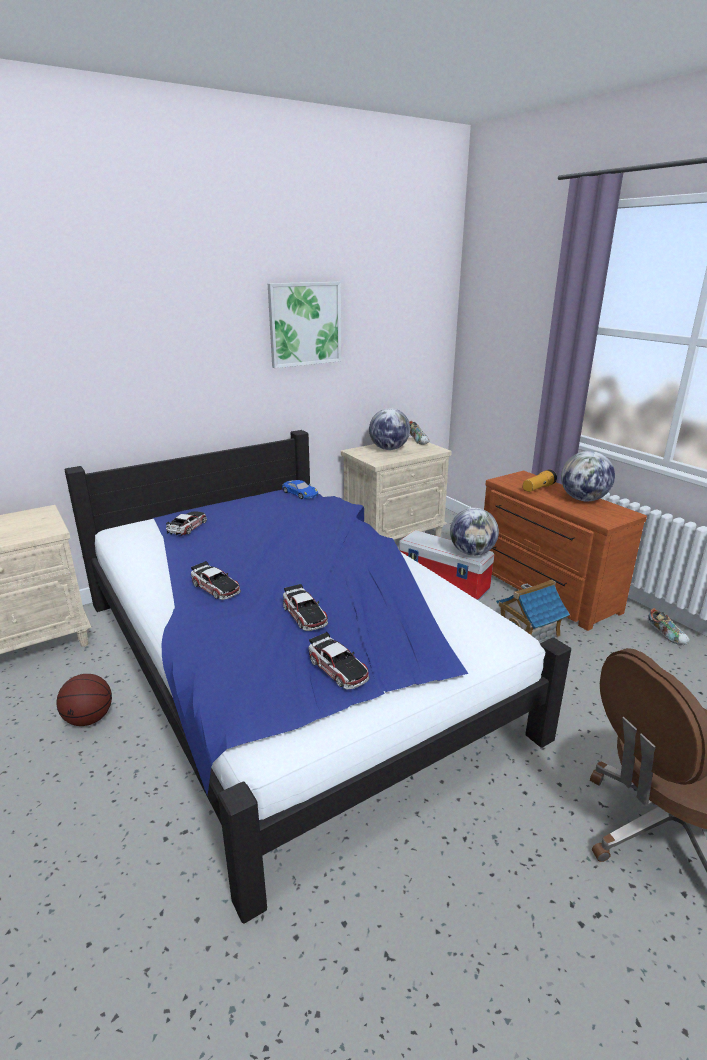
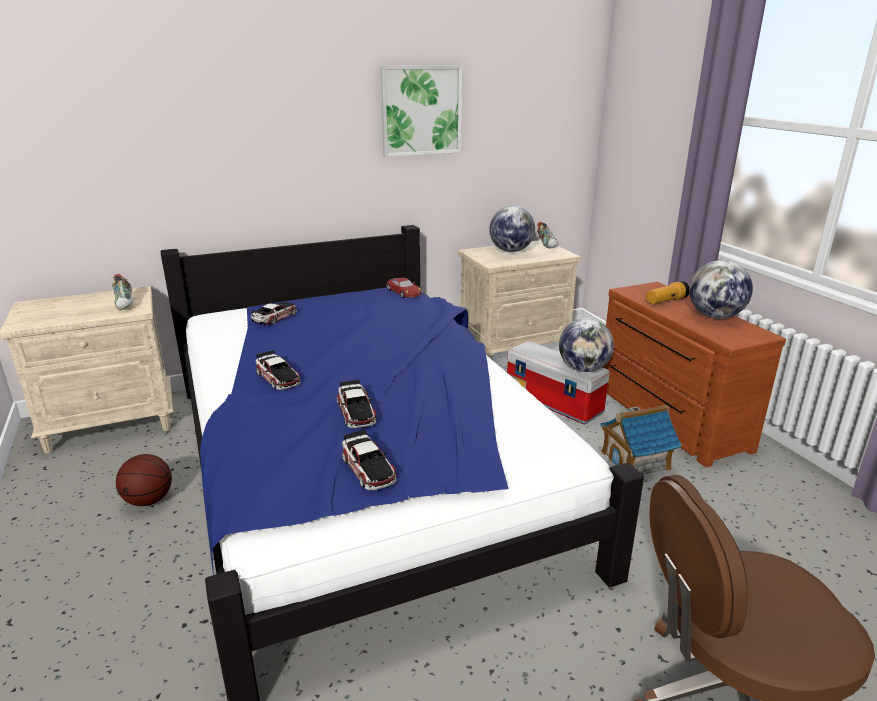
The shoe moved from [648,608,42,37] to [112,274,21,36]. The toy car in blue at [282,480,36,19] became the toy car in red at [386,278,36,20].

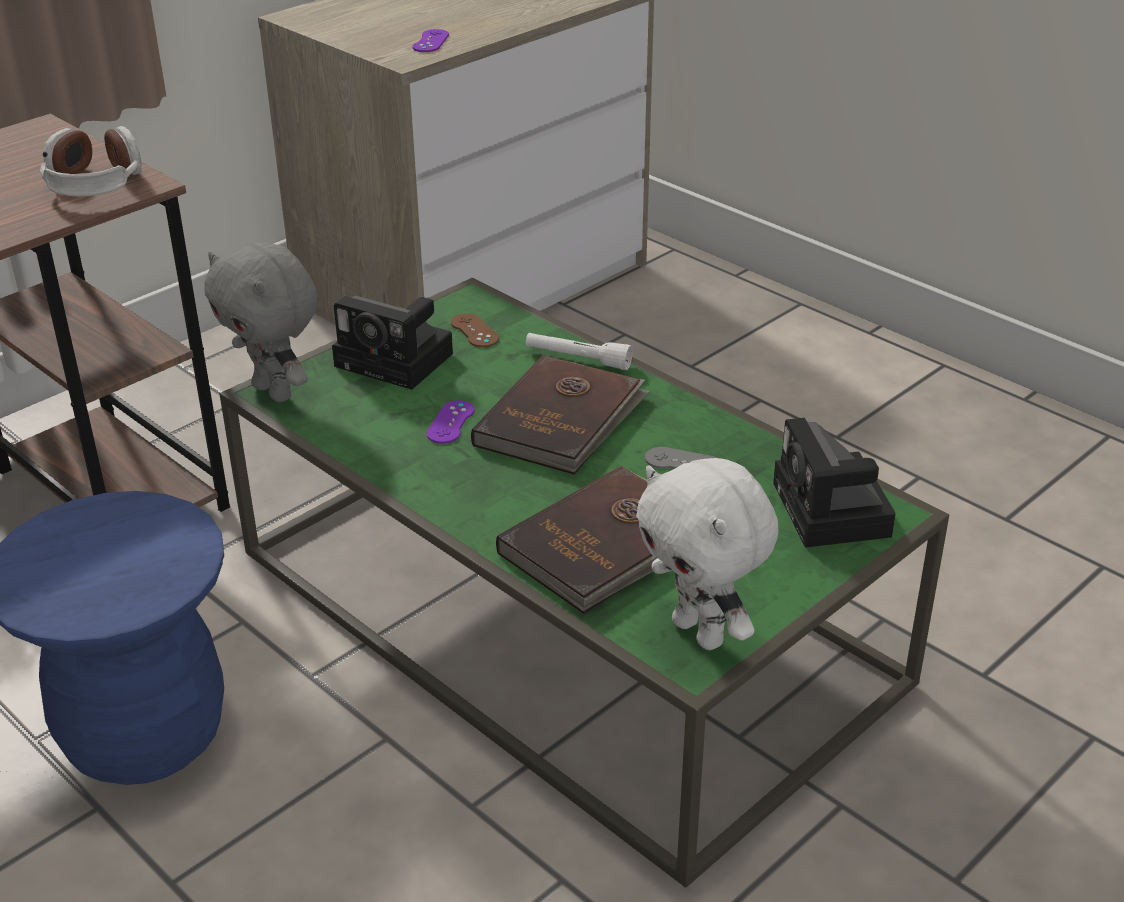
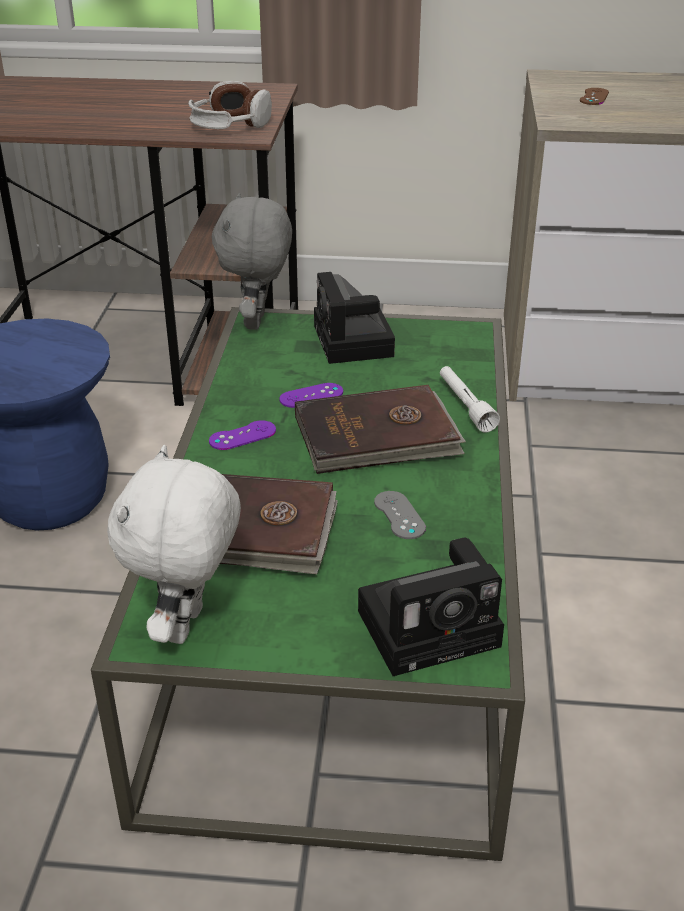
The game controller in purple moved from [412,29,37,23] to [209,420,67,30]. The game controller in brown moved from [451,313,48,34] to [580,88,29,17]. The photo camera at [773,418,122,130] turned 150 degrees counterclockwise.

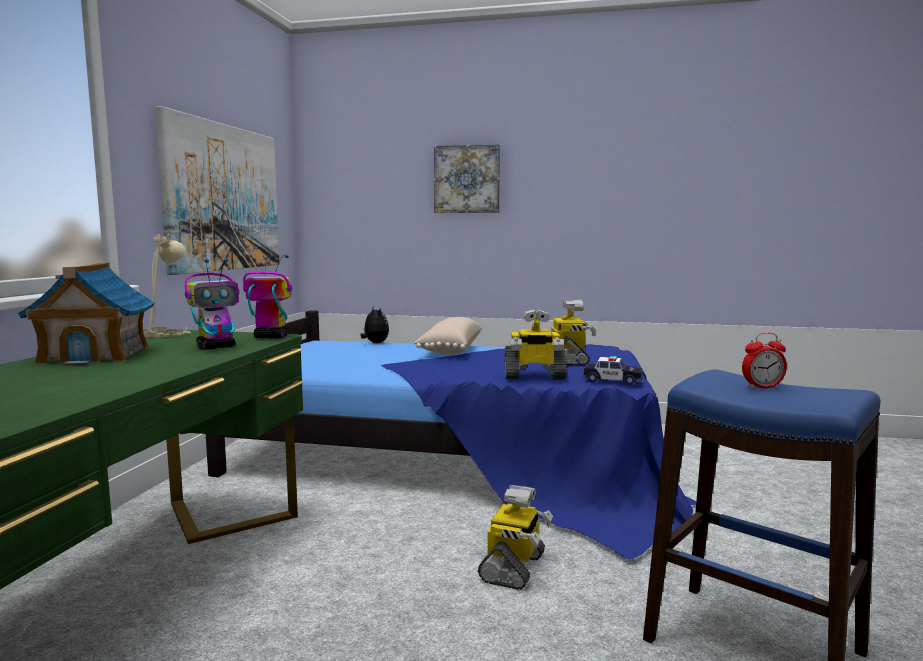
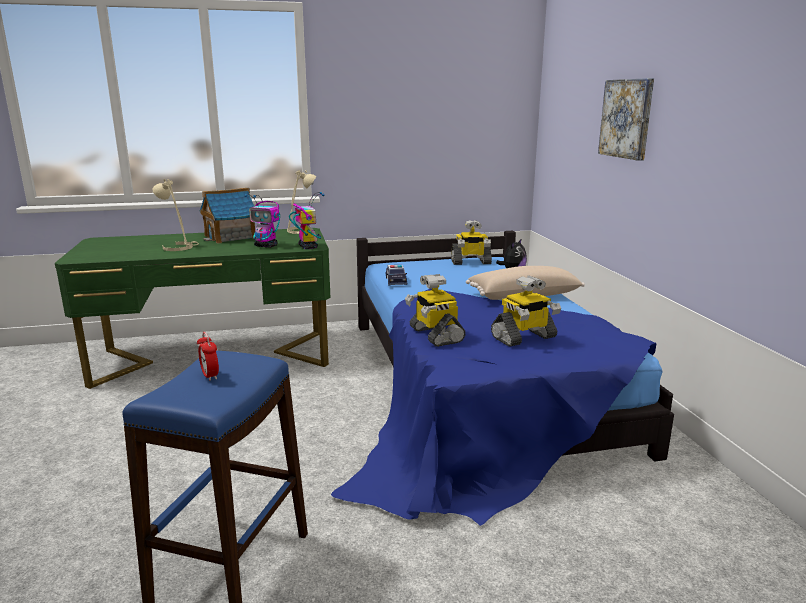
The picture at [155,106,124,169] disappeared. The table lamp in beige at [153,179,46,72] appeared. The toy robot moved from [478,485,75,105] to [451,220,41,45]. The toy car moved from [582,356,61,29] to [385,265,22,20].

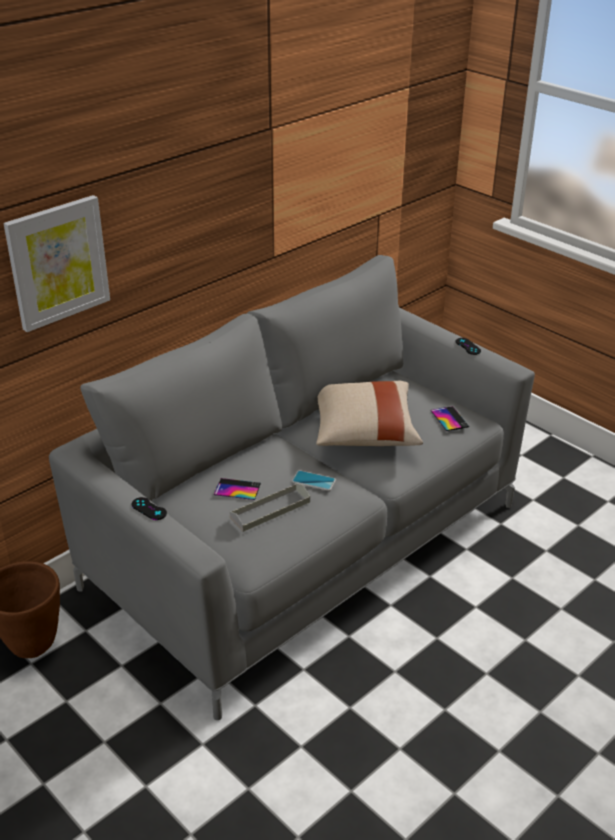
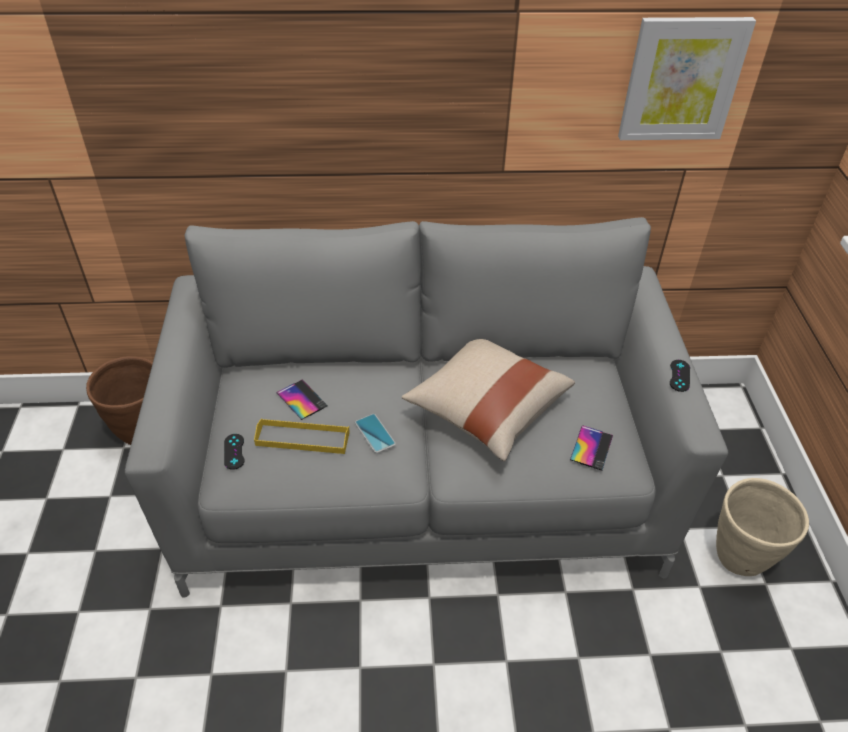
The planter in beige at [716,478,93,98] appeared. The picture moved from [3,195,107,137] to [618,17,138,123]. The game controller in black moved from [131,497,36,23] to [224,434,21,36]. The tray in grey at [230,483,80,49] became the tray in yellow at [254,418,96,36].

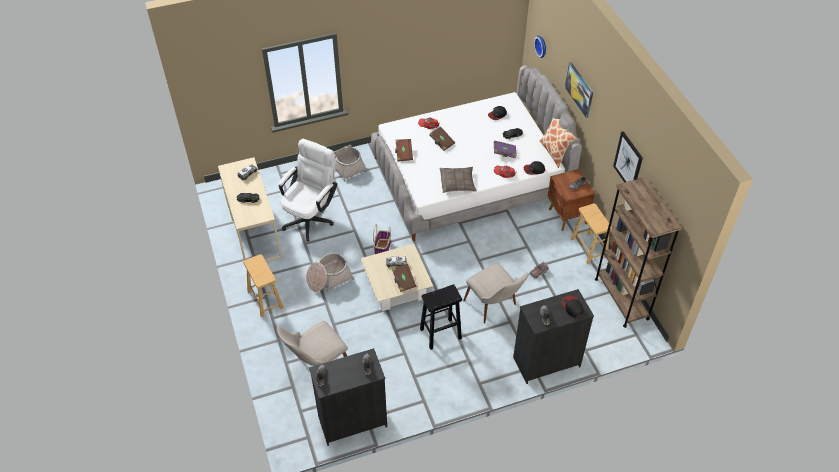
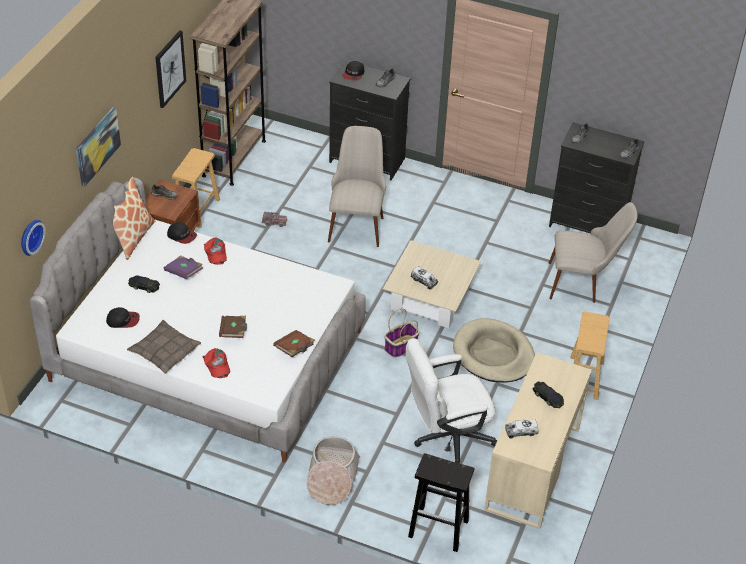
The book in brown at [392,264,24,28] disappeared. The stool in black moved from [420,284,42,66] to [408,453,66,99]. The pillow moved from [440,167,37,26] to [127,320,74,54]. The basket at [306,253,48,40] was replaced by the dog bed in beige at [453,318,82,65].

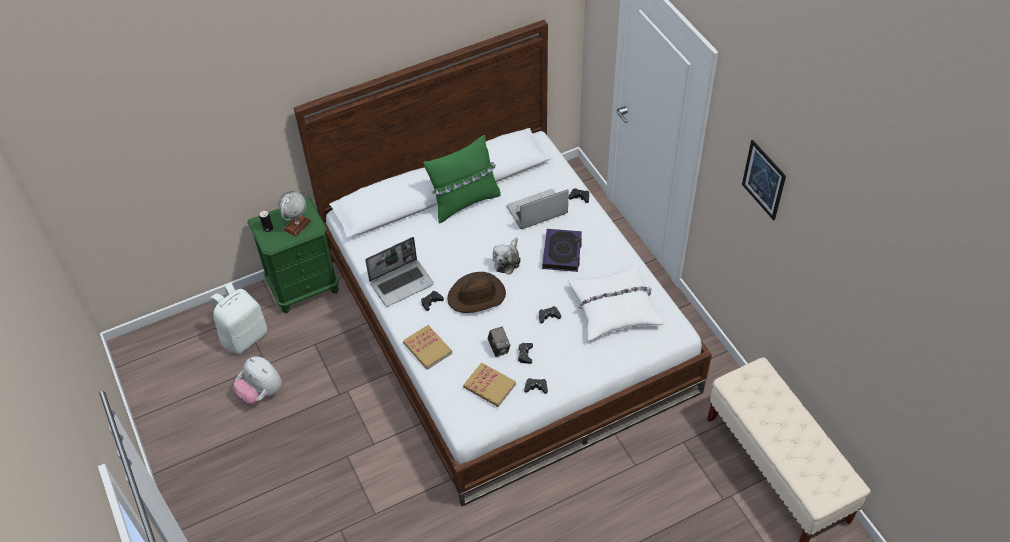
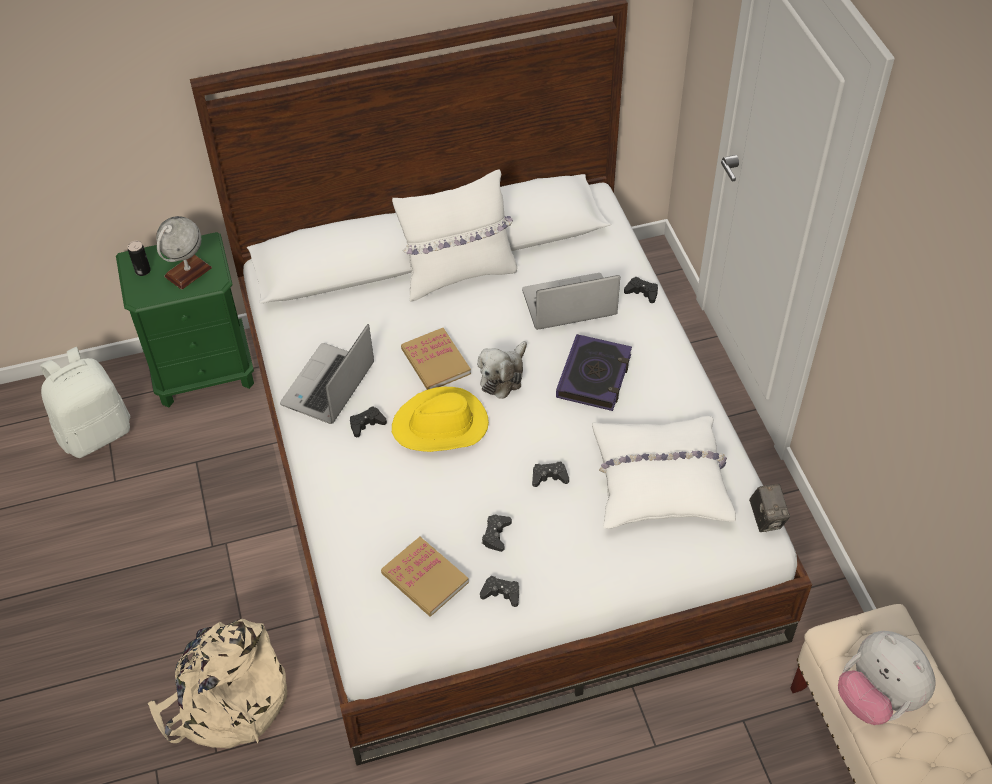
The picture at [742,140,44,81] disappeared. The backpack in beige at [148,619,139,129] appeared. The plush toy moved from [233,356,49,49] to [838,631,98,94]. The book moved from [403,325,49,45] to [401,328,70,62]. The photo camera moved from [488,327,22,30] to [749,484,41,48]. The pillow in green at [423,135,78,88] became the pillow in white at [392,170,125,132]. The hat in brown at [447,272,59,41] became the hat in yellow at [392,387,97,65]. The laptop at [365,237,69,70] turned 135 degrees clockwise.

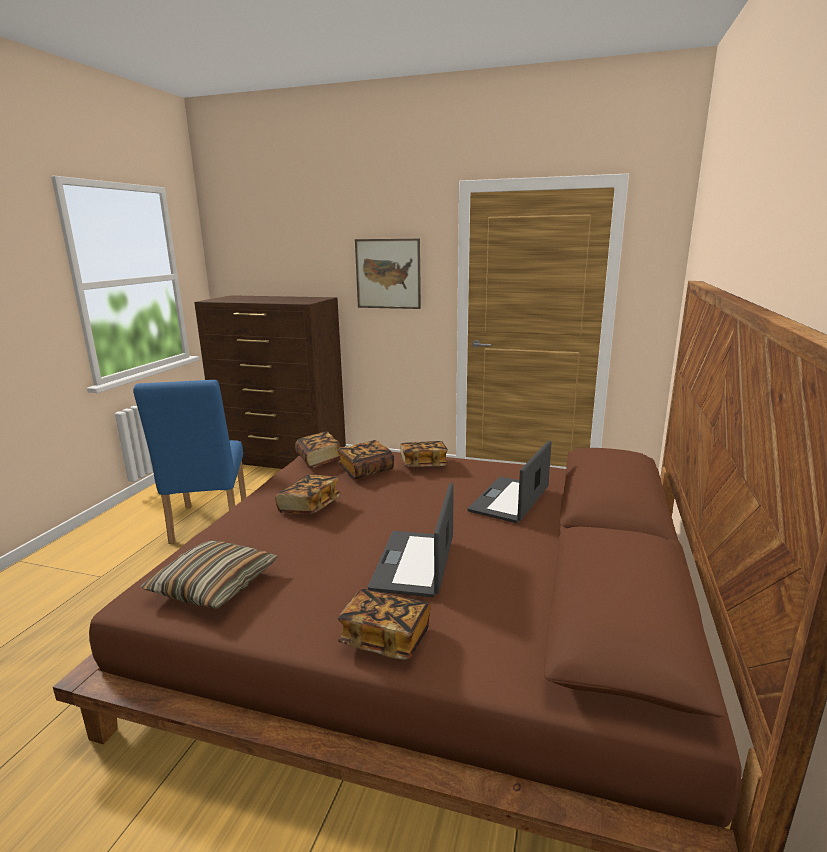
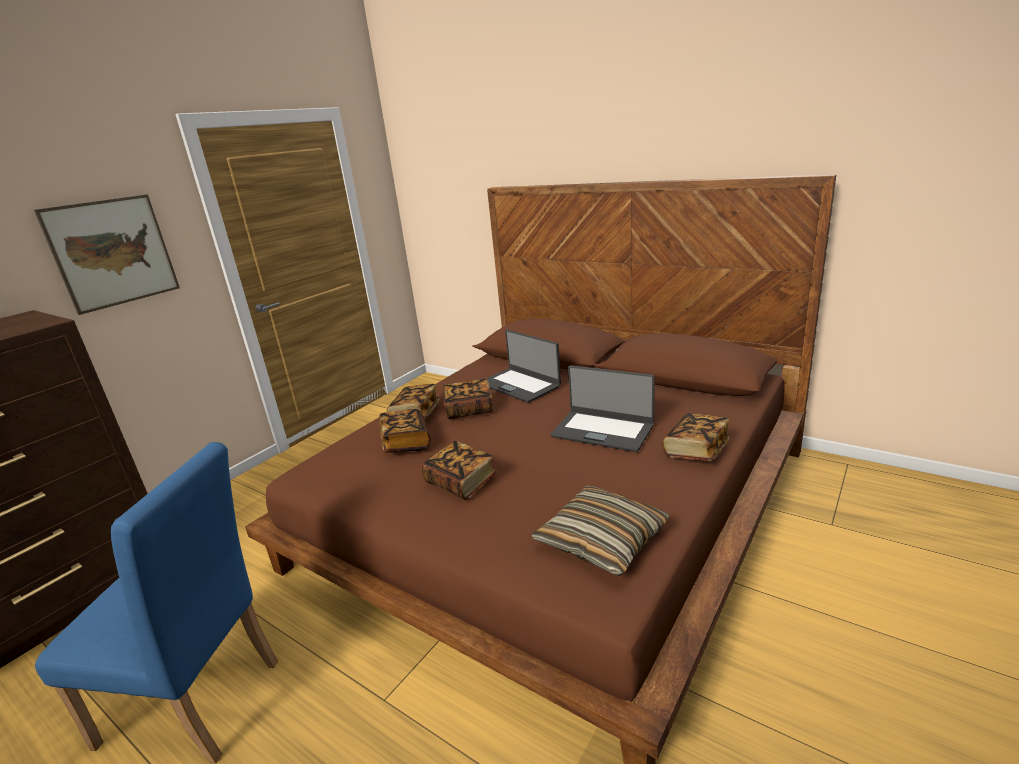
The book moved from [295,432,45,36] to [443,379,50,40].

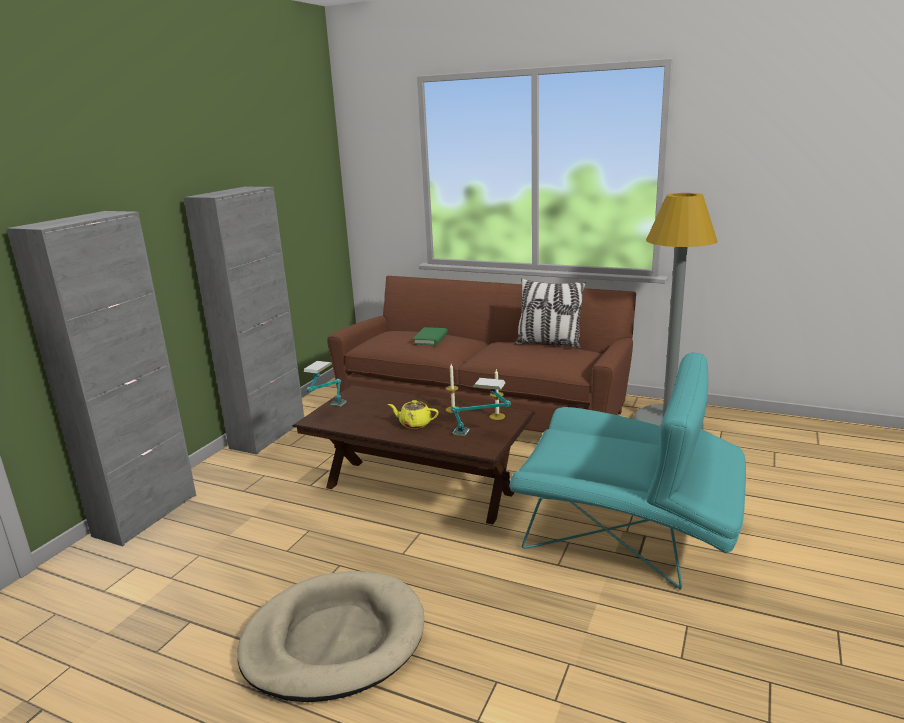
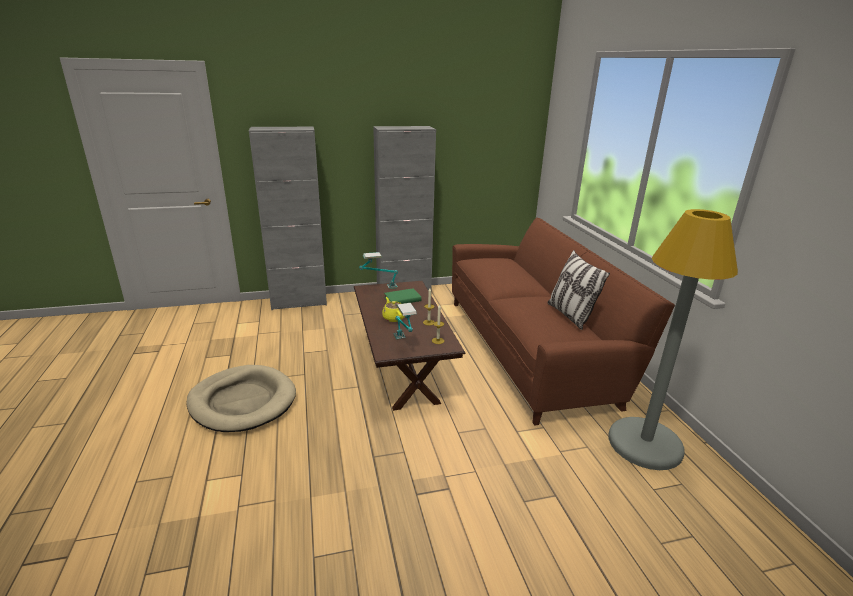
The armchair in turquoise at [509,352,237,238] disappeared. The book in green moved from [413,327,35,18] to [384,288,37,16].

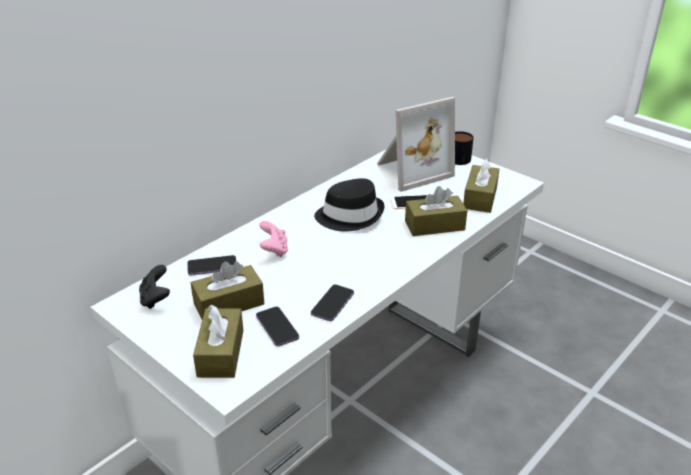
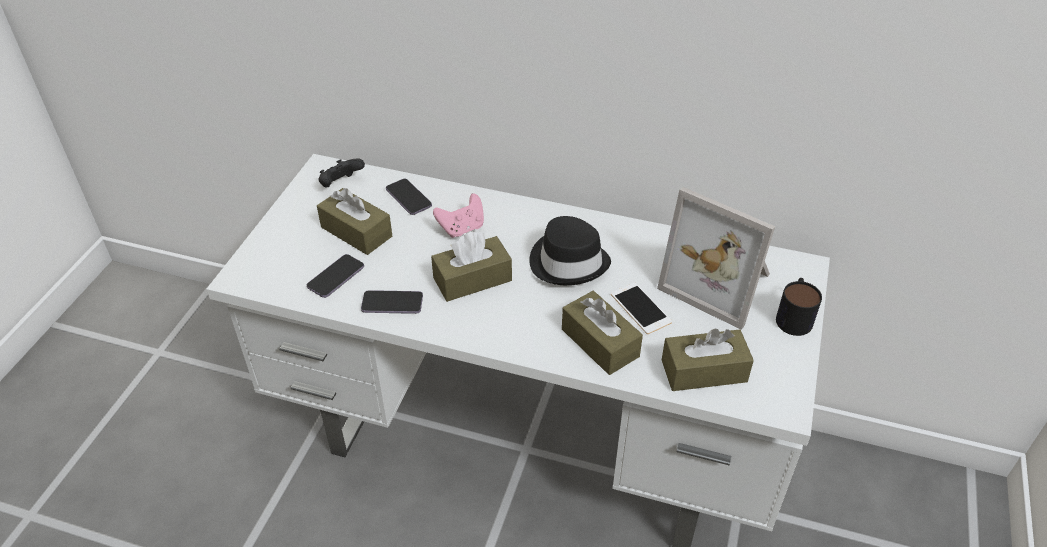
The tissue box in brown moved from [193,305,50,73] to [431,232,81,70].

